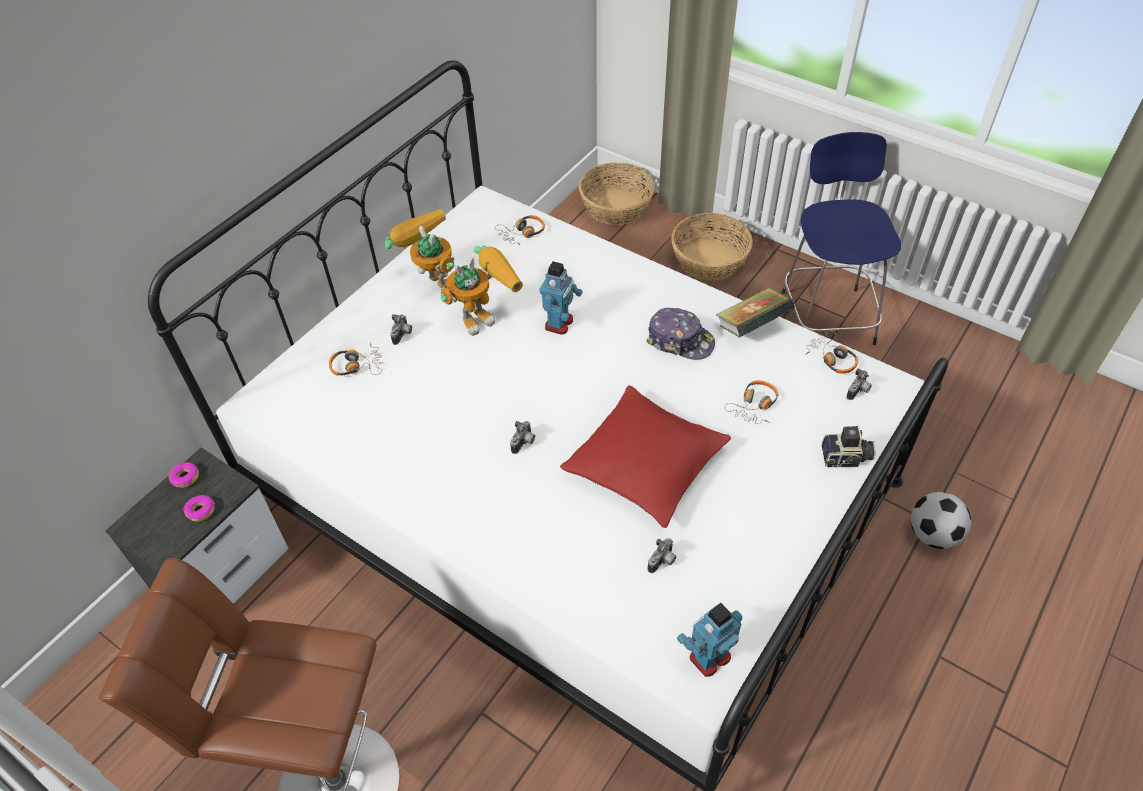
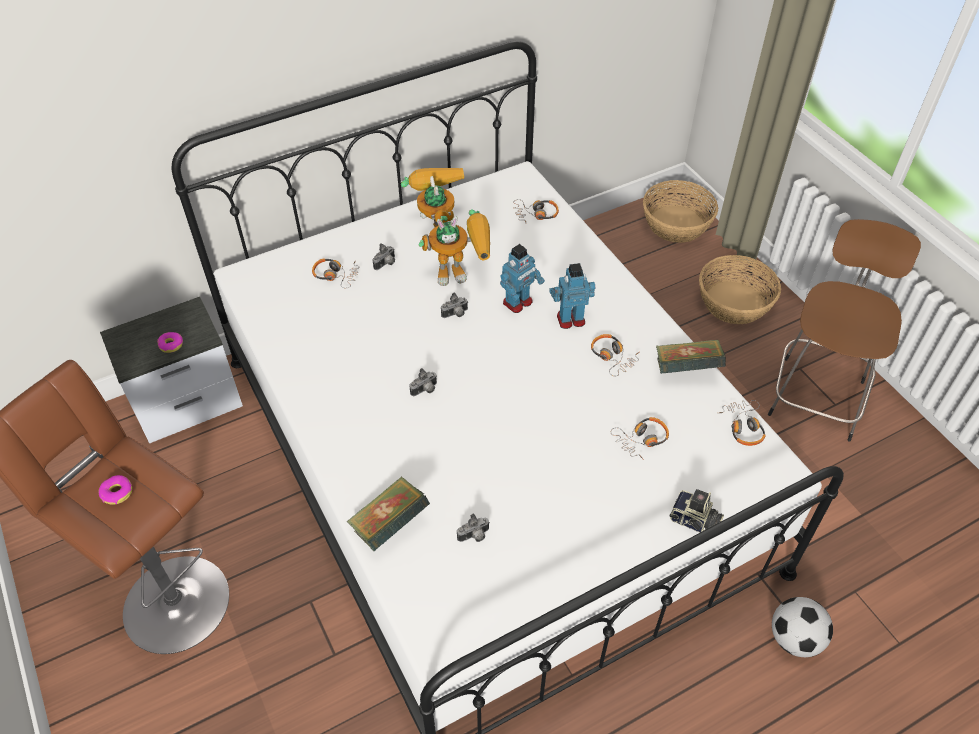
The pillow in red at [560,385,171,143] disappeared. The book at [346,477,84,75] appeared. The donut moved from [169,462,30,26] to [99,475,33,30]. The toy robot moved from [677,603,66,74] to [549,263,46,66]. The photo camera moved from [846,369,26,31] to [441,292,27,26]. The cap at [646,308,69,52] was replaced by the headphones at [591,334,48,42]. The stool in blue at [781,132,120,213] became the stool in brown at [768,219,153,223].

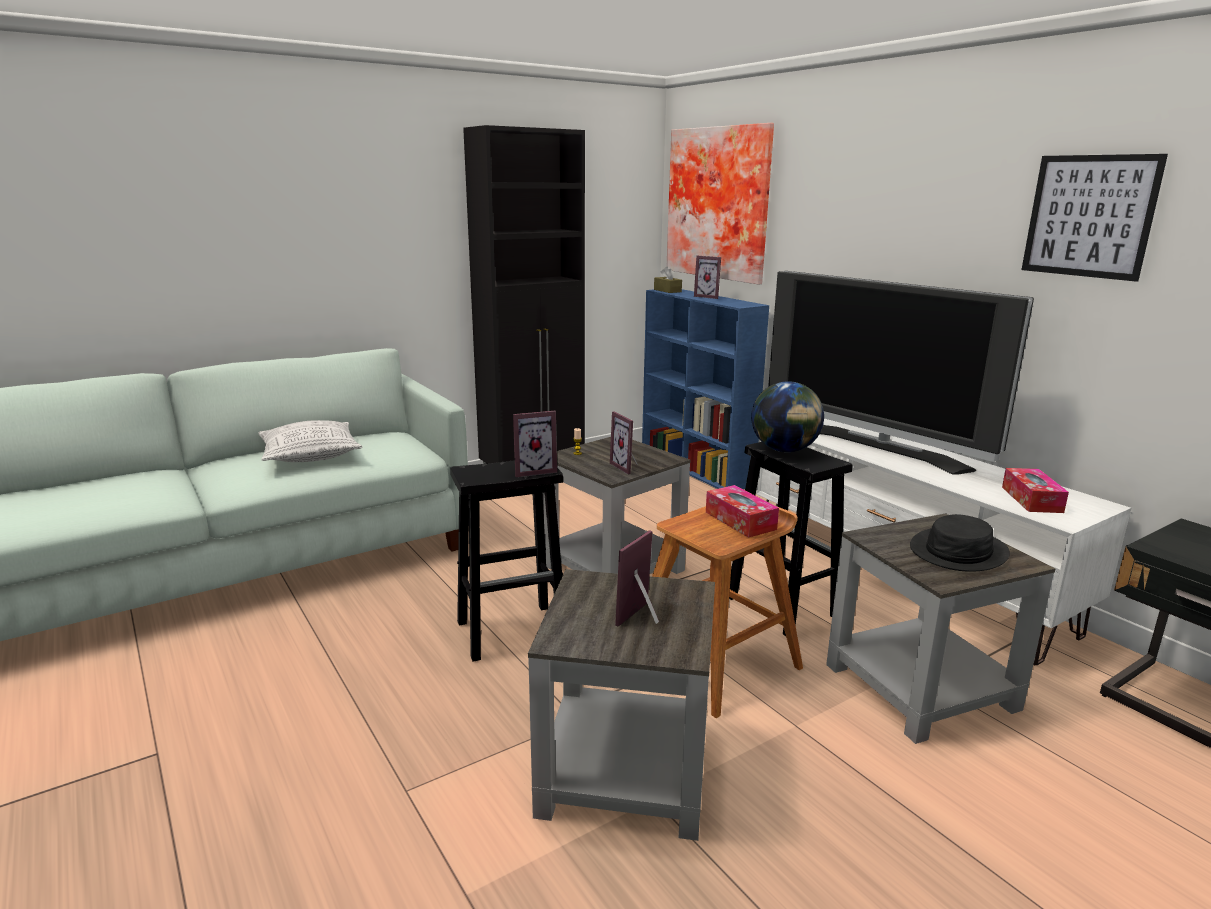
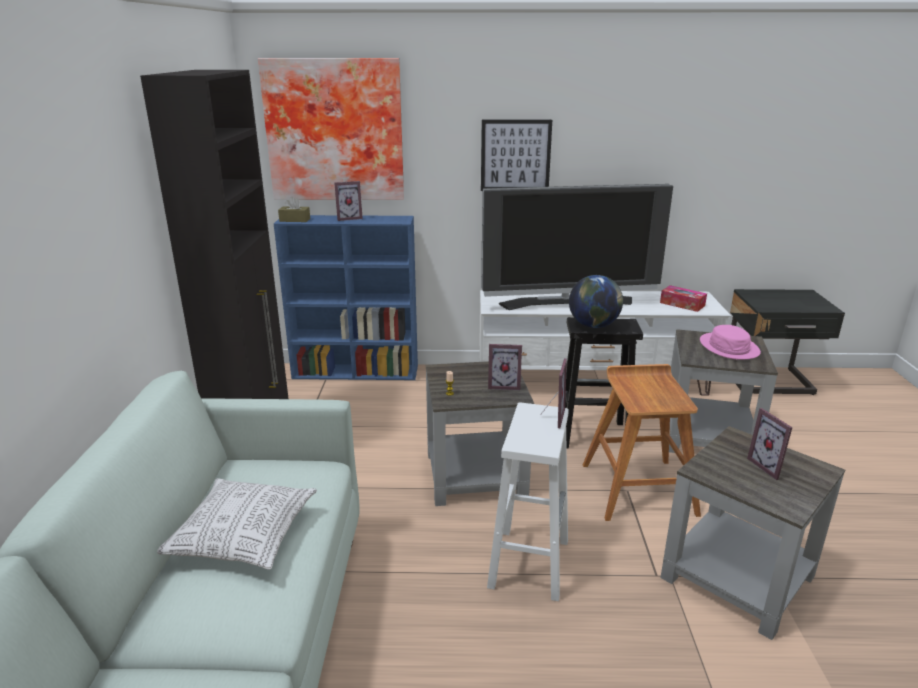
The tissue box at [706,485,73,53] disappeared. The picture moved from [1022,154,146,128] to [481,119,71,72]. The stool in black at [450,460,113,202] became the stool in white at [487,403,82,198]. The hat in black at [910,514,100,58] became the hat in pink at [700,325,61,35].

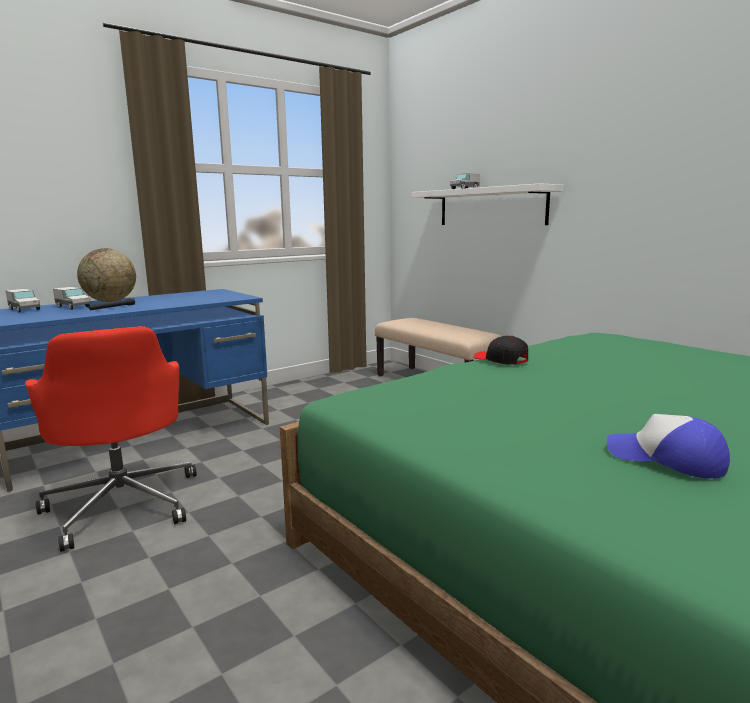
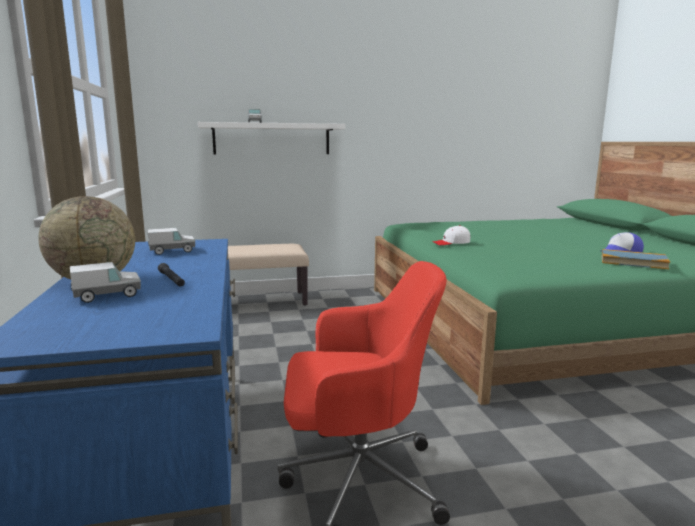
The book at [602,249,68,20] appeared. The toy truck moved from [6,289,34,23] to [147,228,48,27]. The cap in black at [474,335,54,30] became the cap in white at [432,225,38,21].

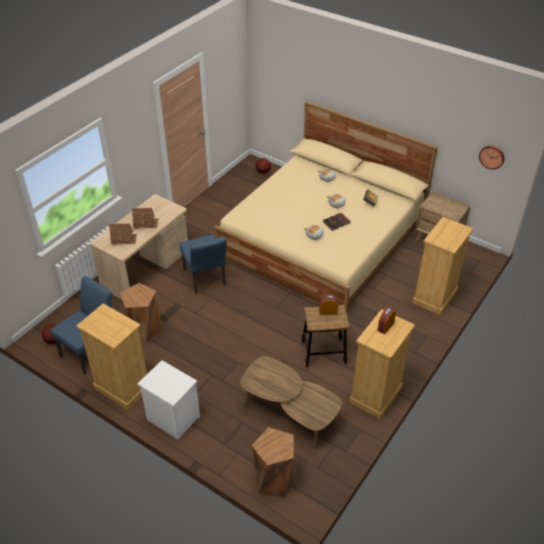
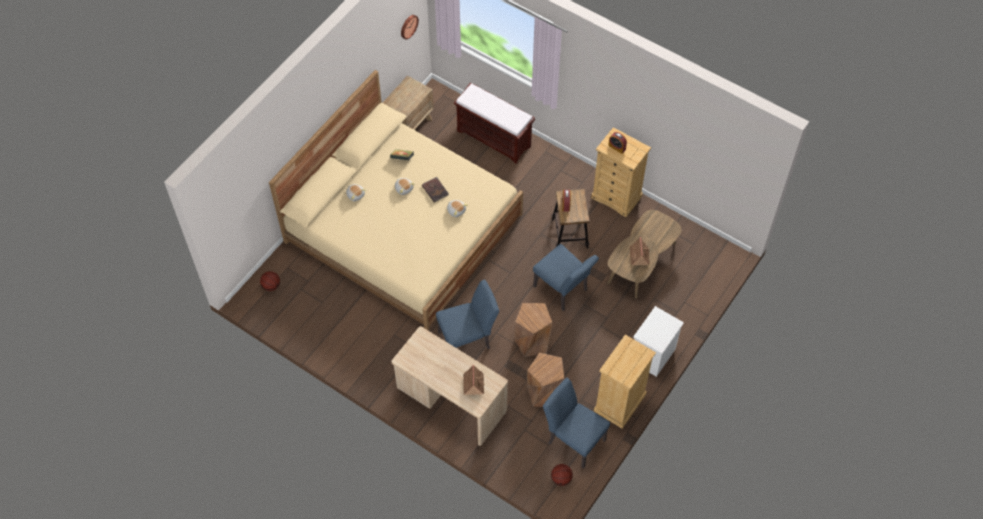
The chair in blue at [533,244,66,67] appeared. The toy house moved from [132,208,26,21] to [629,237,21,28]. The stool in brown moved from [252,427,44,70] to [514,303,38,54]. The dresser in beige at [412,217,61,98] was replaced by the bench in brown at [454,83,81,81].

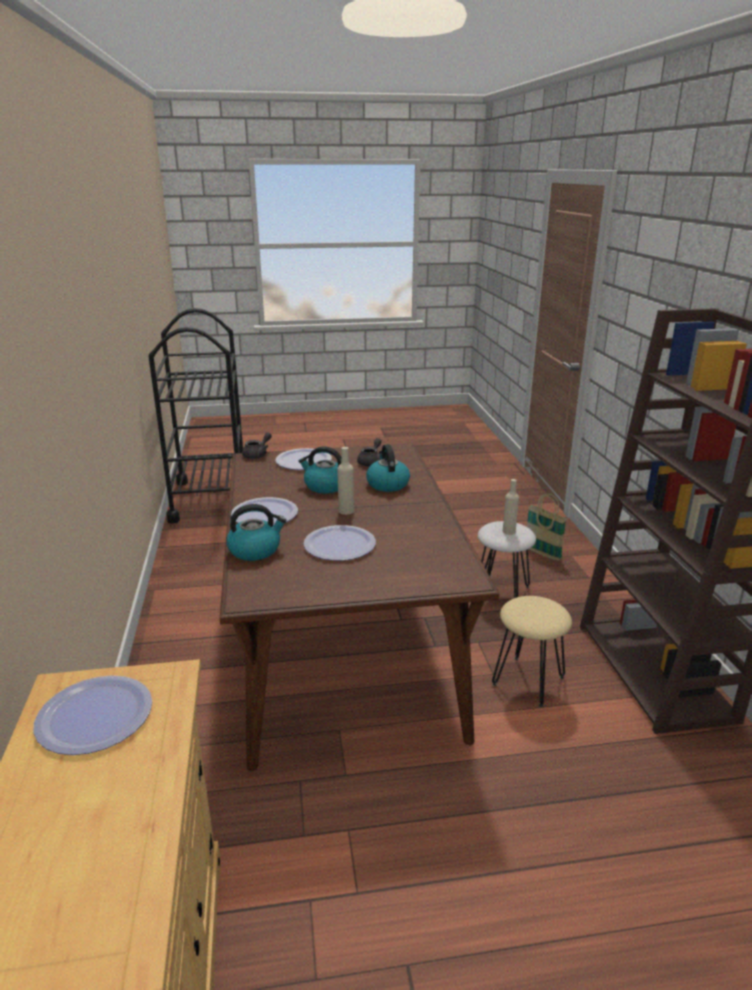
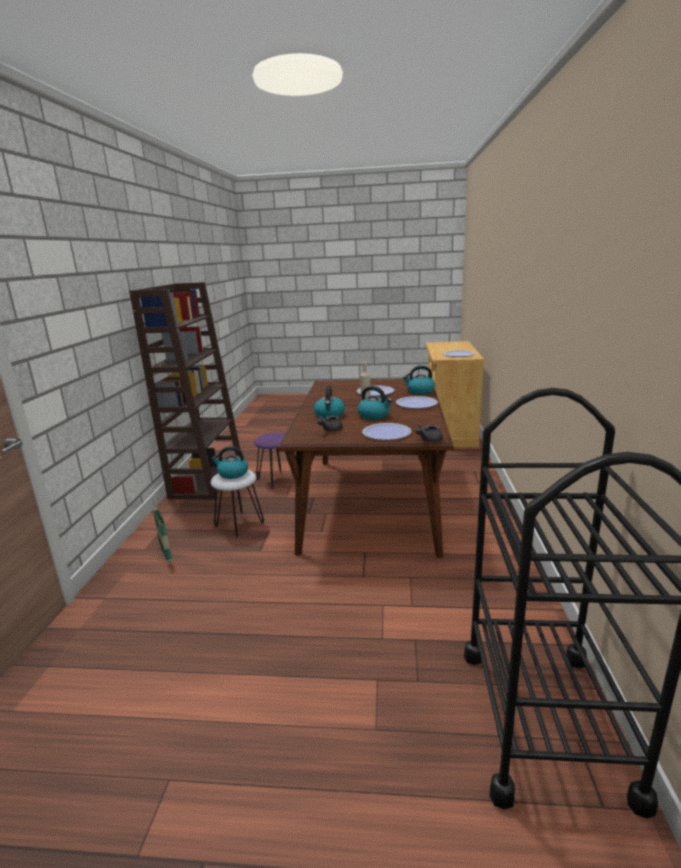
The bottle in beige at [503,479,16,56] was replaced by the kettle at [212,446,36,33]. The stool in beige at [492,596,80,111] became the stool in purple at [254,433,42,56].

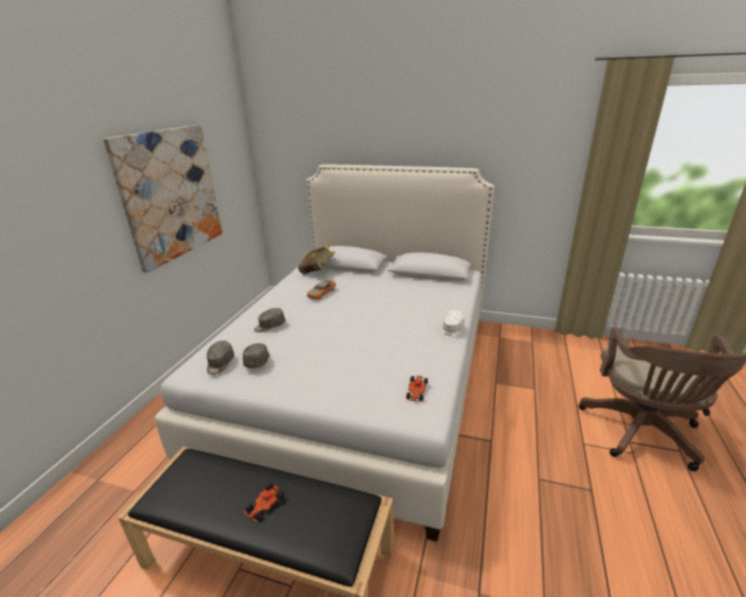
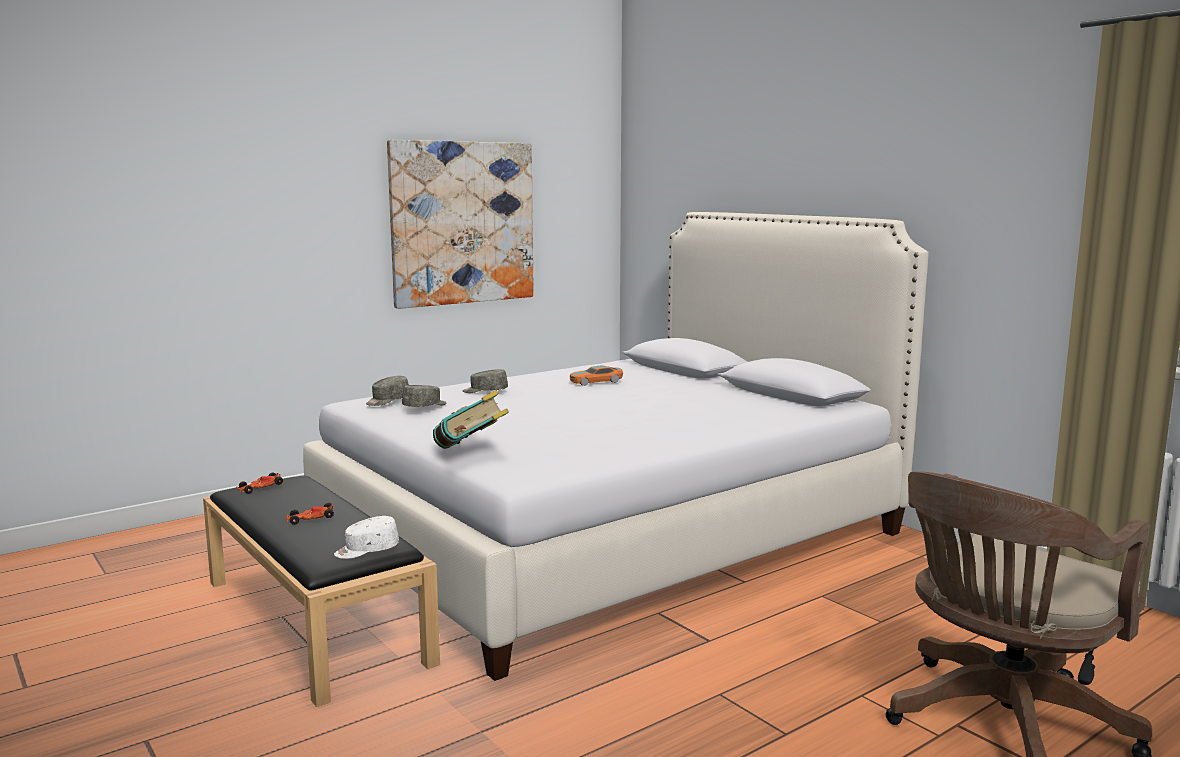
The book moved from [298,245,37,29] to [433,390,76,59]. The toy car moved from [405,375,23,27] to [236,472,47,22]. The cap in white moved from [441,310,24,28] to [334,516,65,43].

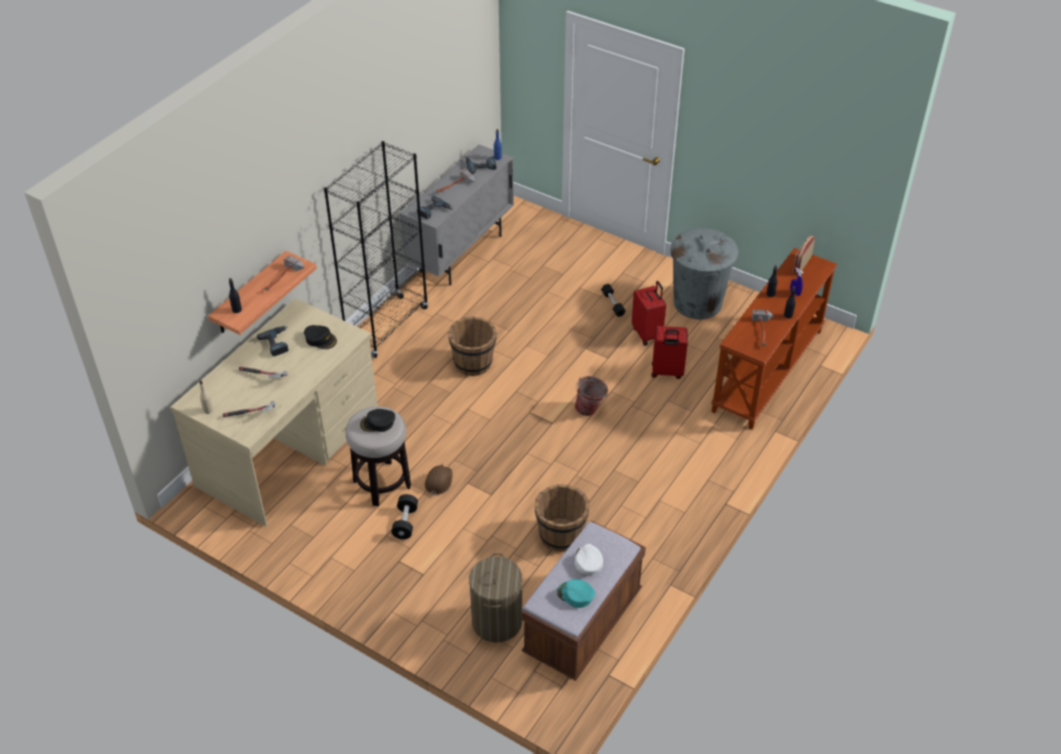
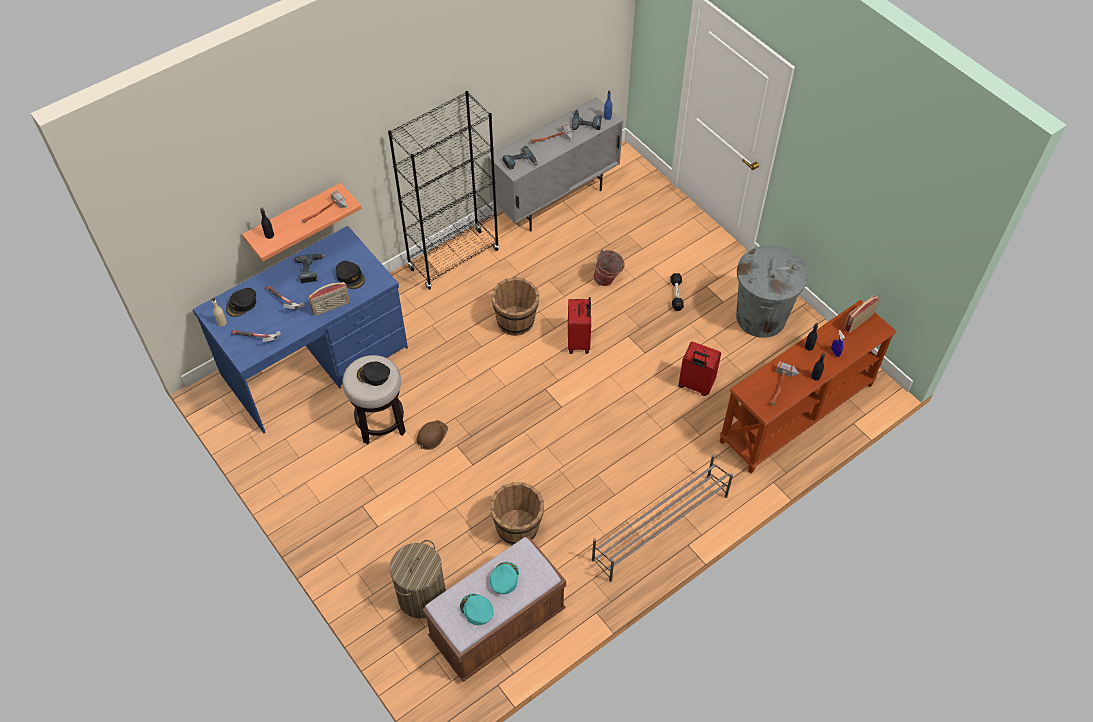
The dumbbell in black at [391,494,27,45] disappeared. The cap in black at [226,288,30,29] appeared. The radio at [308,282,42,34] appeared. The shoe rack in grey at [592,454,141,128] appeared. The bucket moved from [575,376,33,40] to [594,250,31,36]. The suitcase in red moved from [632,281,34,65] to [568,297,23,57]. The desk in beige at [171,298,207,228] became the desk in blue at [193,226,215,207]. The cap in white at [575,544,28,31] became the cap in turquoise at [490,562,29,32].

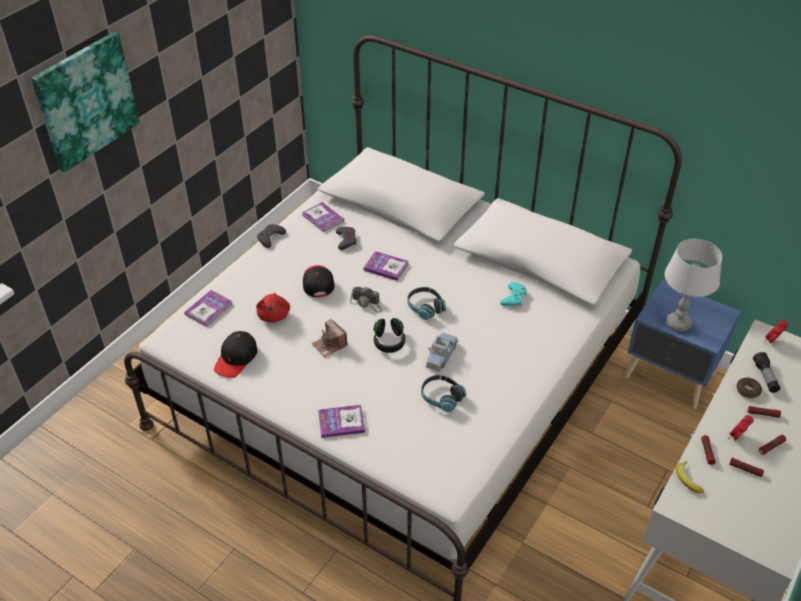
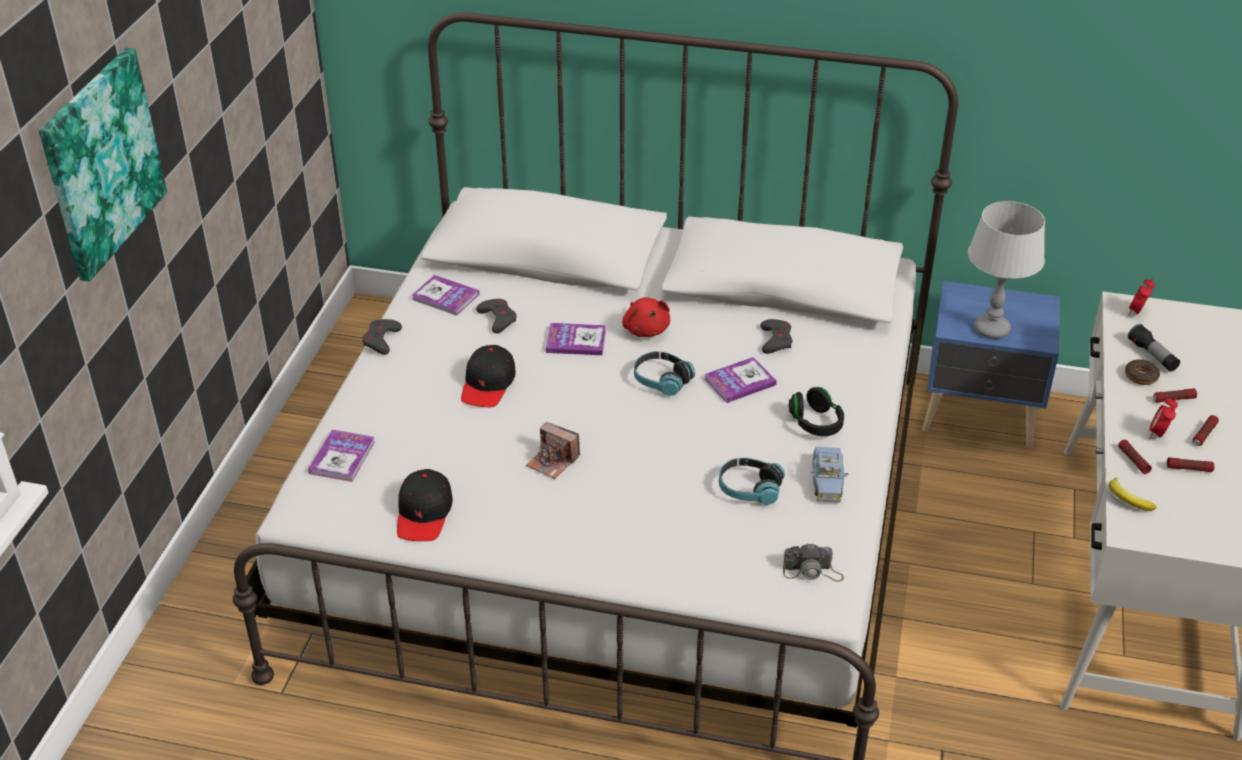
The plush toy in red moved from [256,293,34,29] to [622,297,48,40]. The book moved from [318,405,47,33] to [705,357,72,46]. The photo camera moved from [350,287,32,25] to [783,543,61,39]. The headphones in black moved from [374,318,31,35] to [789,387,55,49]. The toy car in blue moved from [426,332,32,40] to [811,447,37,56]. The game controller in turquoise at [500,282,27,24] became the game controller in grey at [760,319,32,35]. The cap in black at [303,265,32,32] turned 135 degrees counterclockwise.

